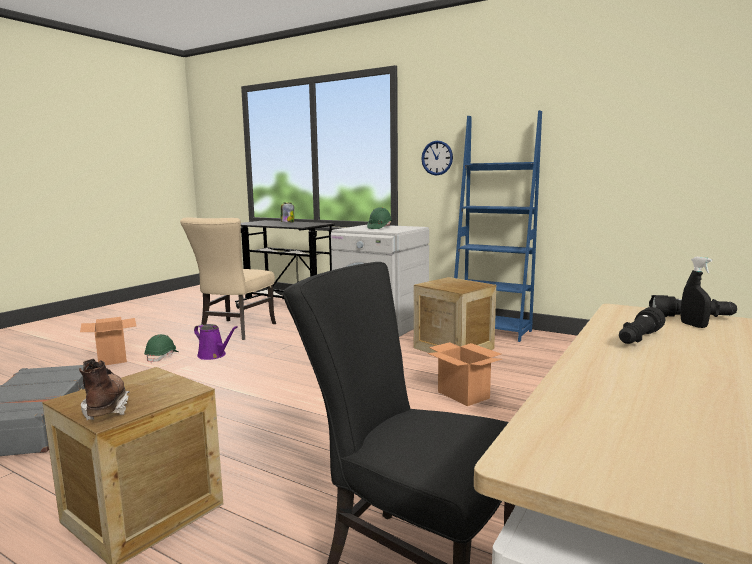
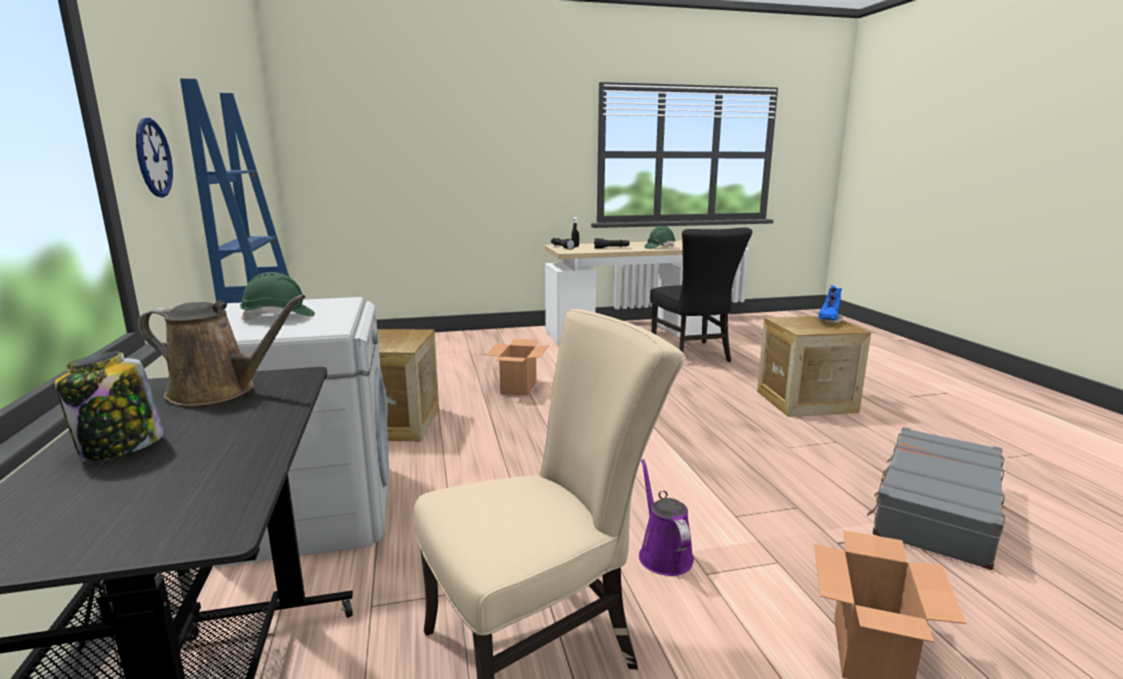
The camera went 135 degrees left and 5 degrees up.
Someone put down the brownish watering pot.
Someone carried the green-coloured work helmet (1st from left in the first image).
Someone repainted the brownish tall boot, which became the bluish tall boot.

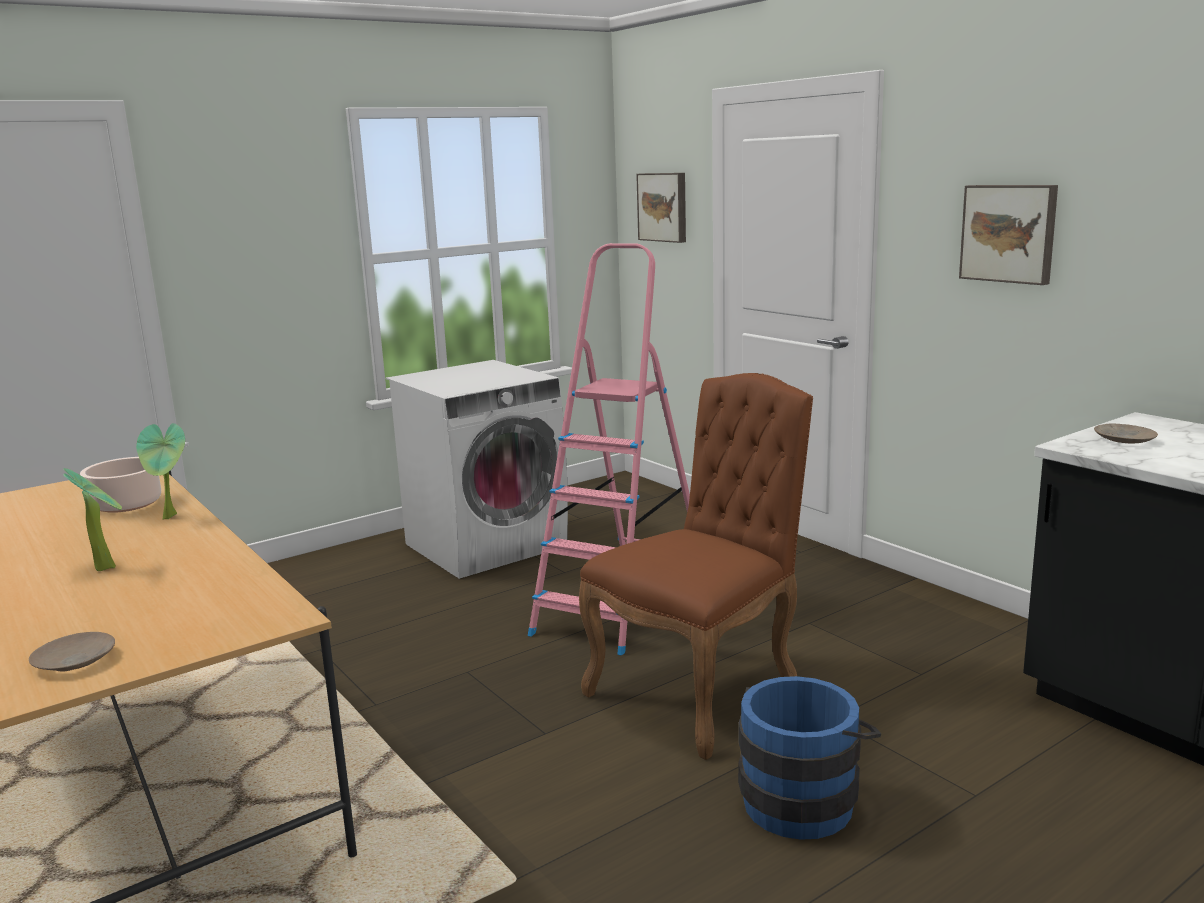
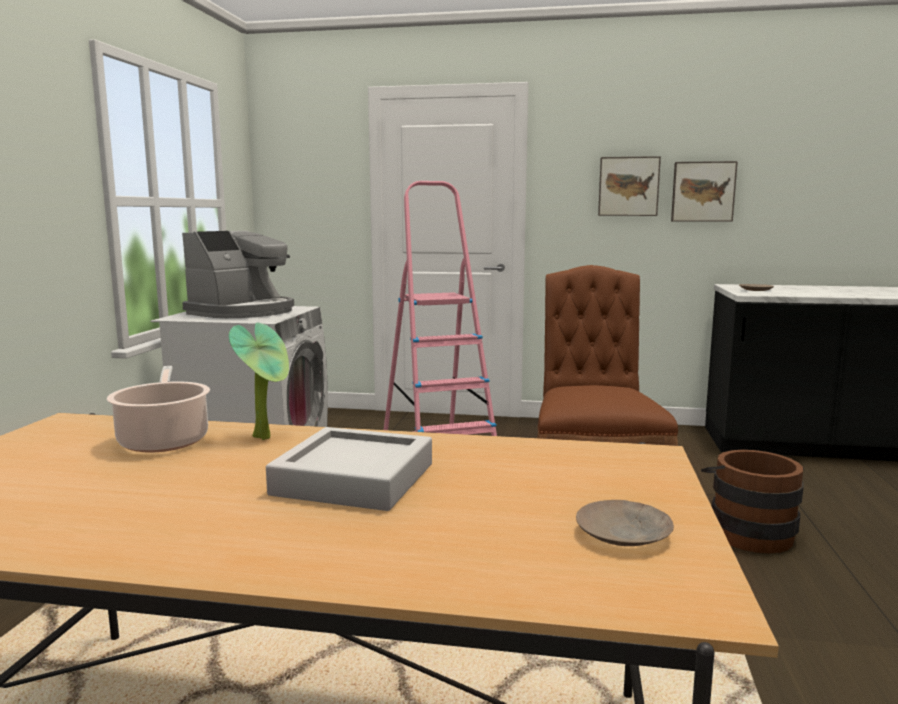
The camera went 45 degrees left and 5 degrees down.
Someone put down the coffee maker.
Someone swapped the potted plant (1st from left) for the gray carrying tray.
Someone carried the picture (1st from left in the first image).
Someone repainted the bluish pail, which became the brownish pail.

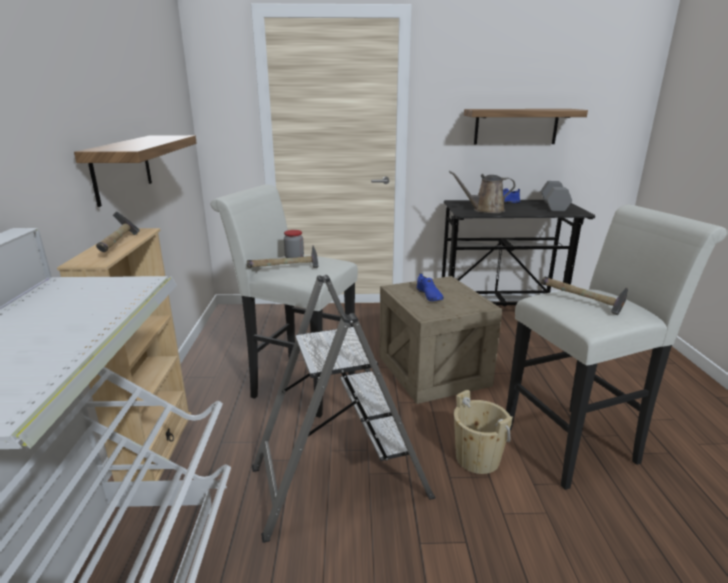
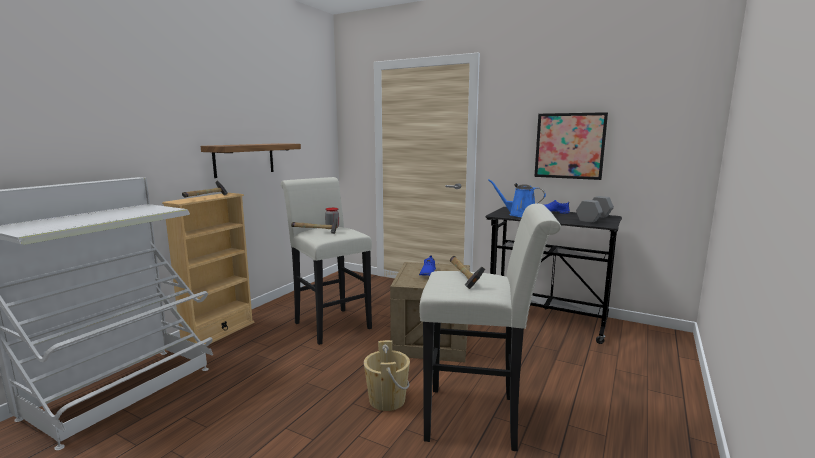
The camera went 30 degrees right and 10 degrees down.
Someone repainted the brownish watering pot, which became the bluish watering pot.
Someone swapped the shelf (2nd from left) for the picture.
Someone took away the gray stepladder.

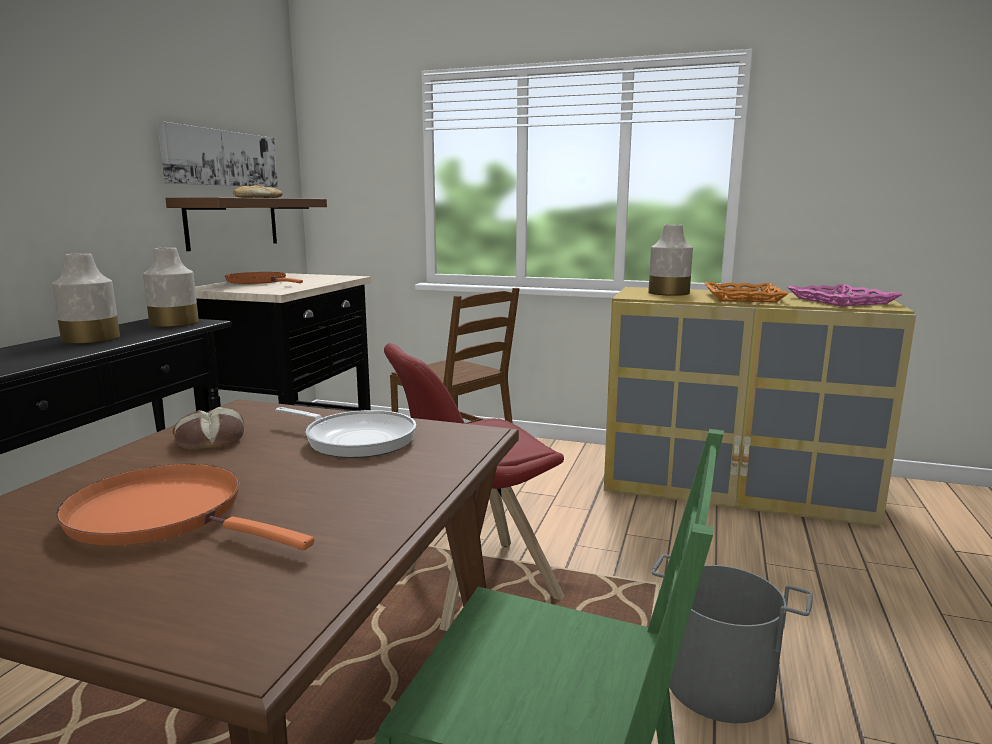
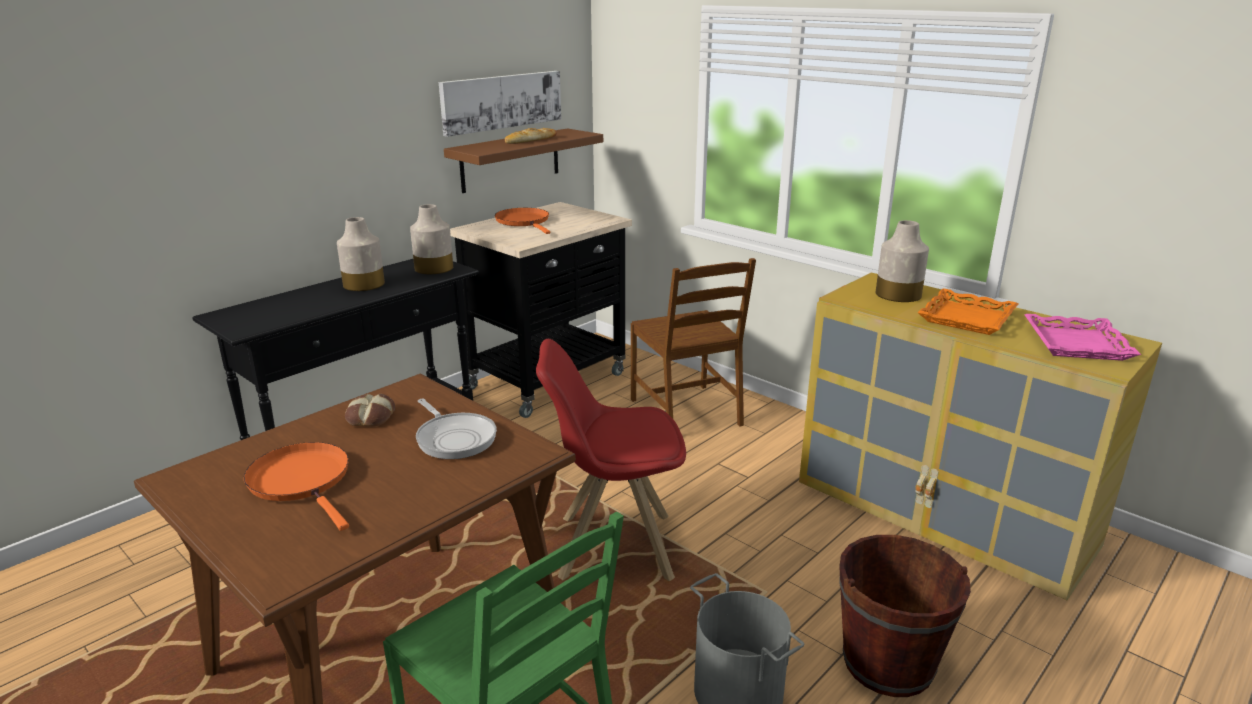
The camera went 25 degrees right and 10 degrees up.
Someone put down the brownish pail.

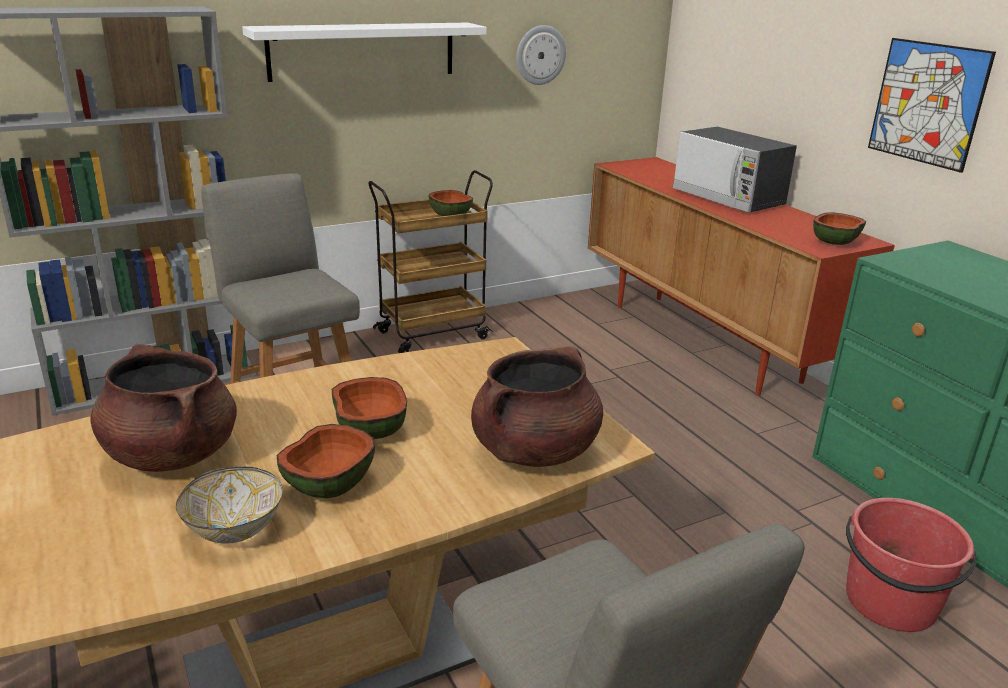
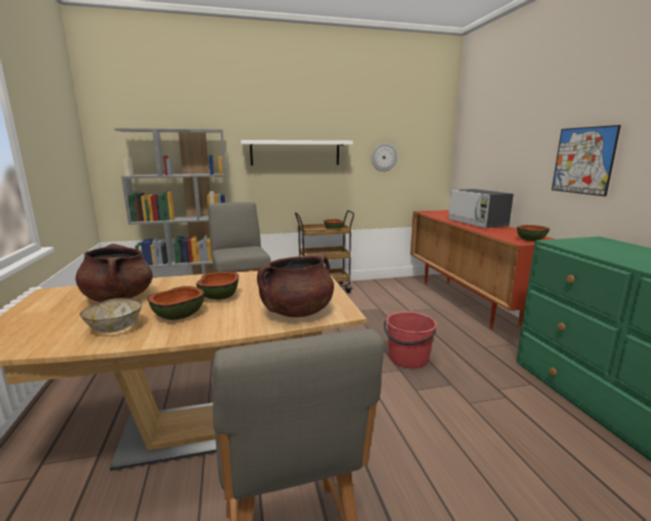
The camera went 15 degrees right and 10 degrees down.
Someone carried the red pail.

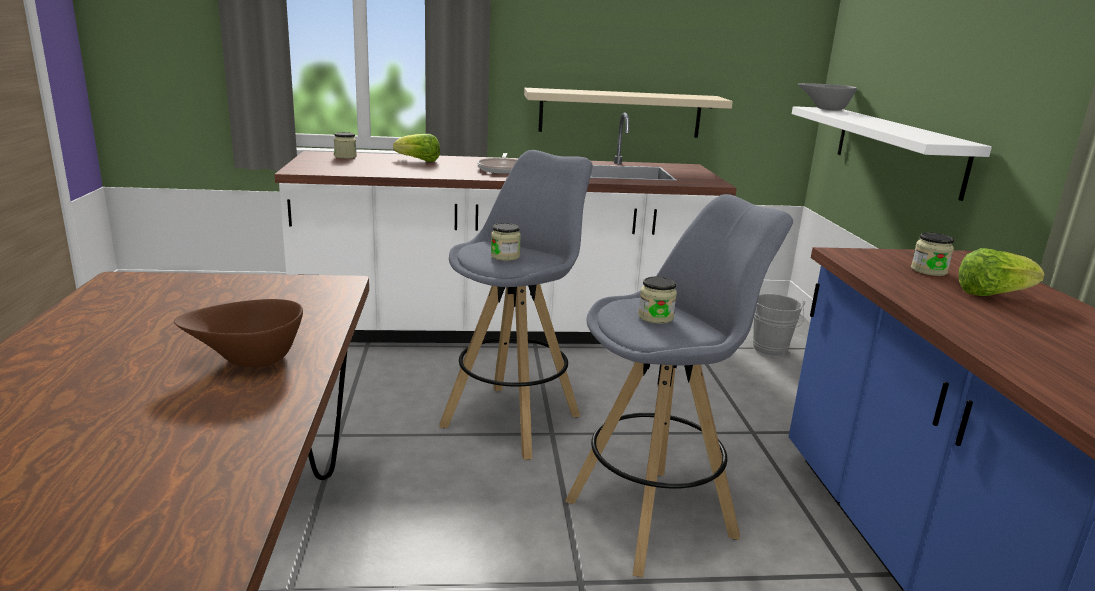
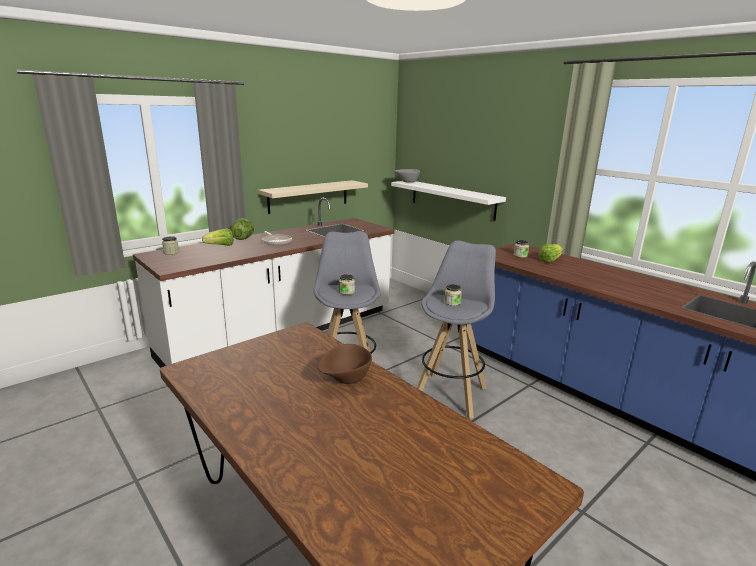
The camera went 35 degrees left and 0 degrees up.
Someone put down the head of lettuce (2nd from left).
Someone took away the gray pail.

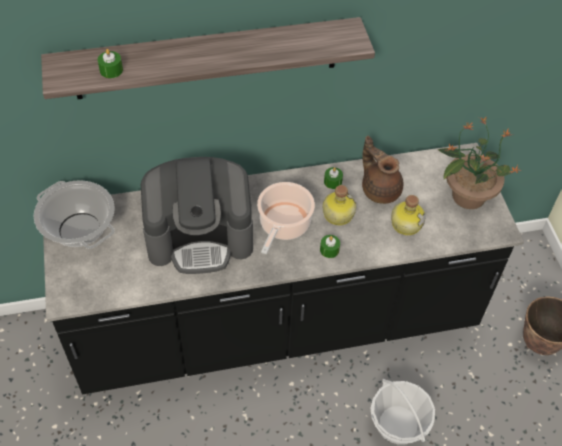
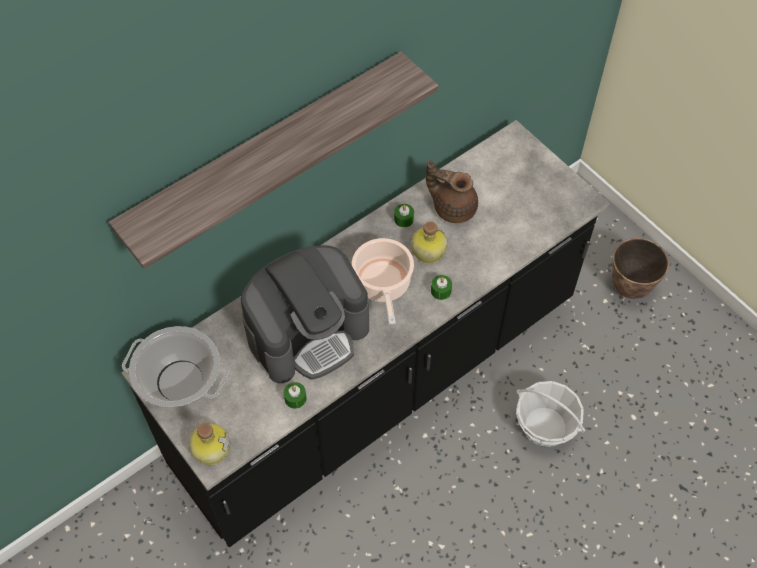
The camera went 25 degrees left and 5 degrees up.
Someone carried the drink bottle (2nd from left in the first image).
Someone carried the green-coloured wax light (1st from left).
Someone took away the potted plant.

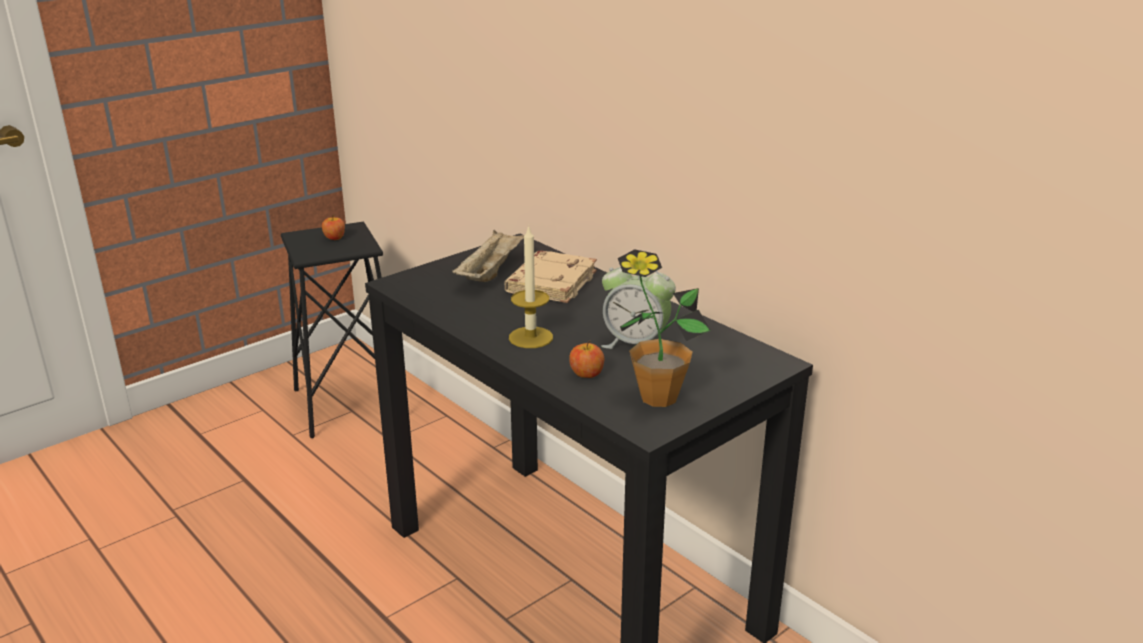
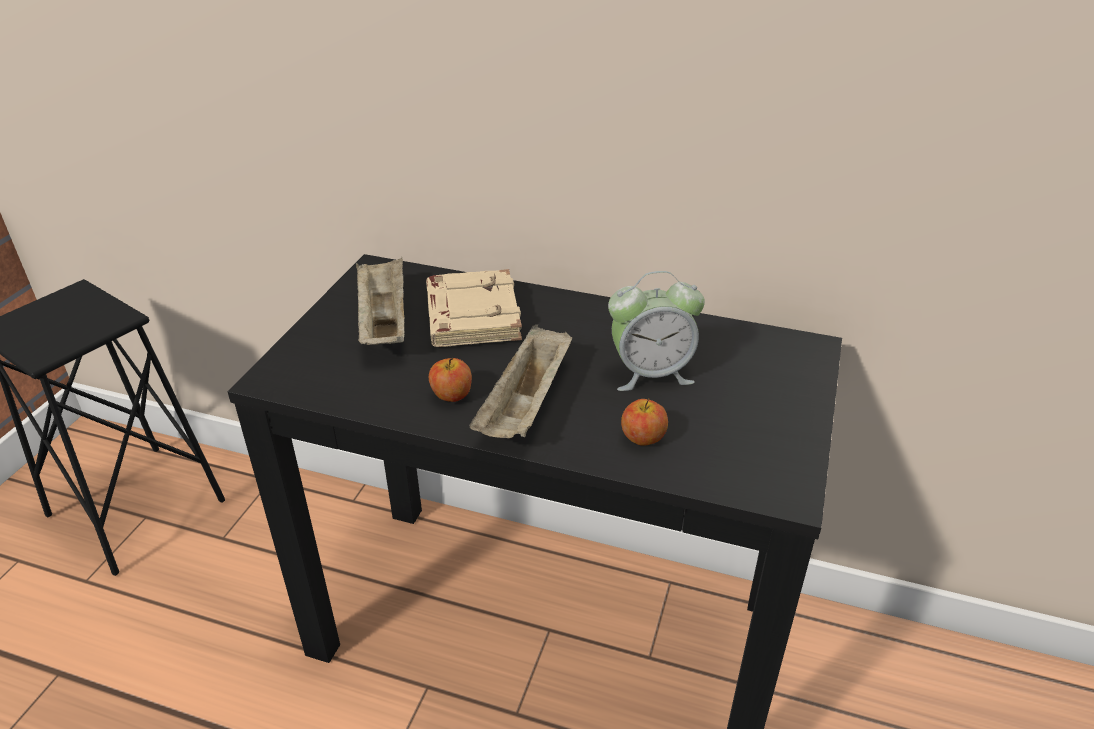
The camera went 30 degrees left and 10 degrees up.
Someone carried the whole apple (1st from left).
Someone swapped the wax light for the beige-coloured carrying tray (2nd from left).
Someone took away the potted plant.

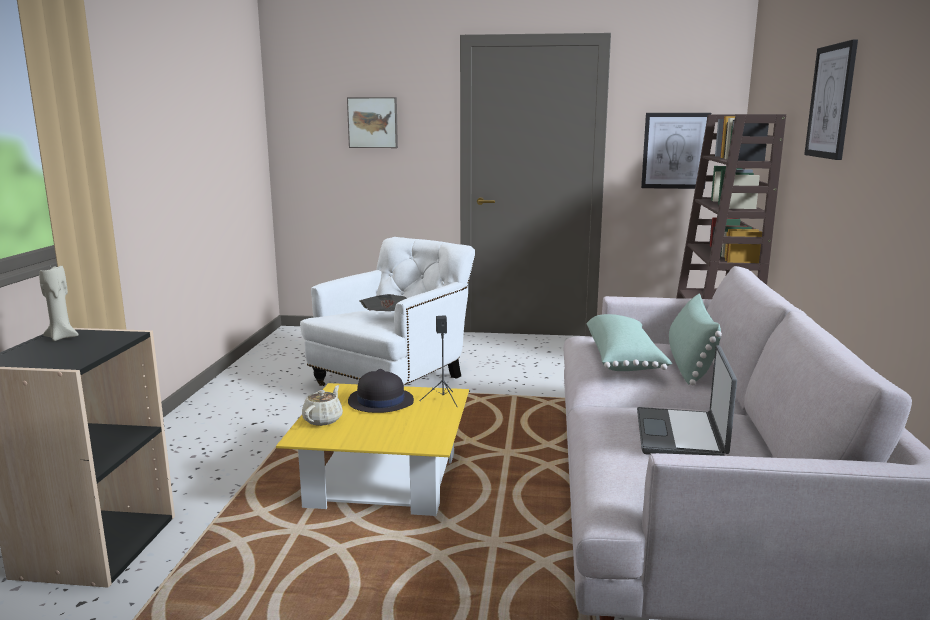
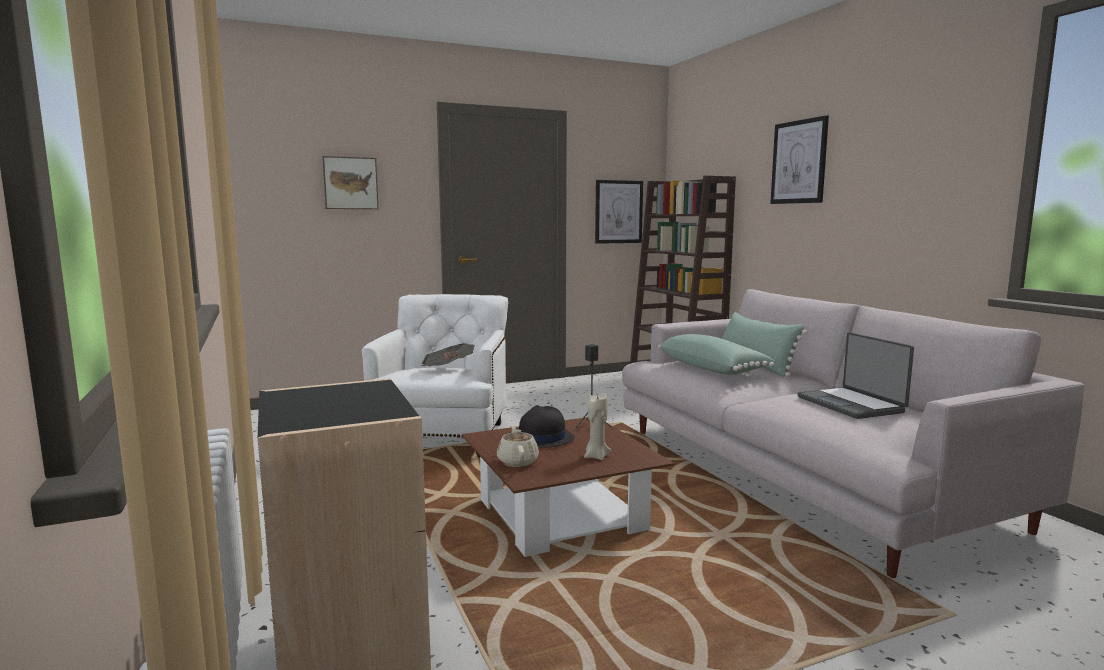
The camera went 30 degrees left and 5 degrees down.
Someone repainted the yellowish coffee table, which became the brownish coffee table.
Someone carried the beige-coloured wax light.

